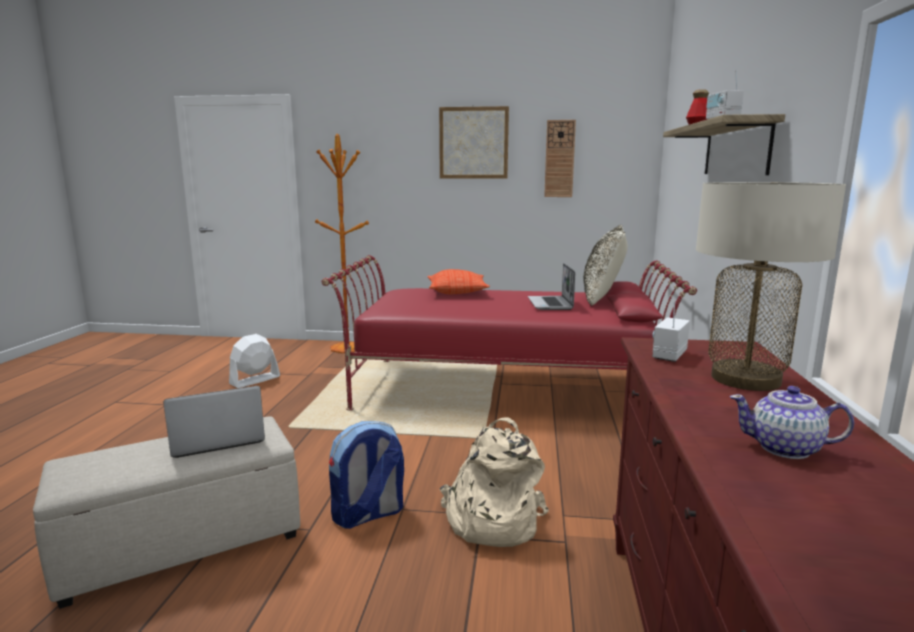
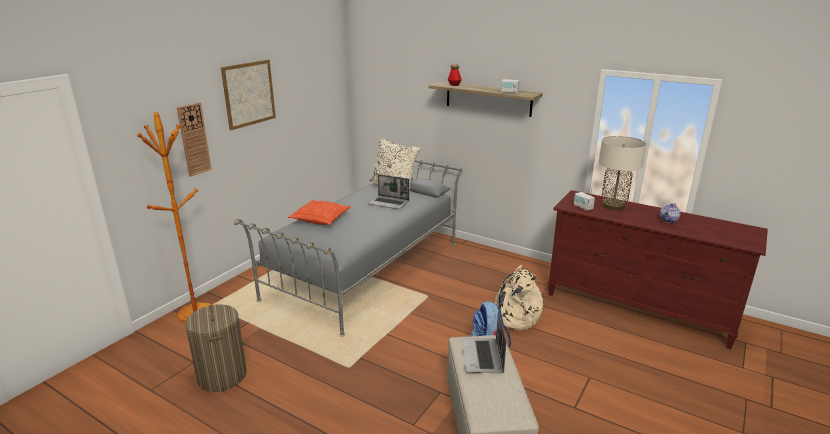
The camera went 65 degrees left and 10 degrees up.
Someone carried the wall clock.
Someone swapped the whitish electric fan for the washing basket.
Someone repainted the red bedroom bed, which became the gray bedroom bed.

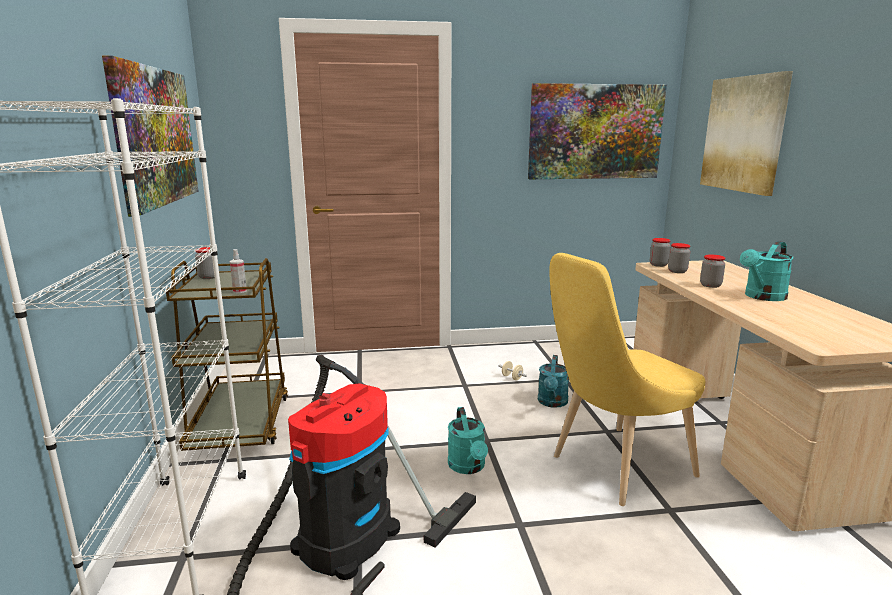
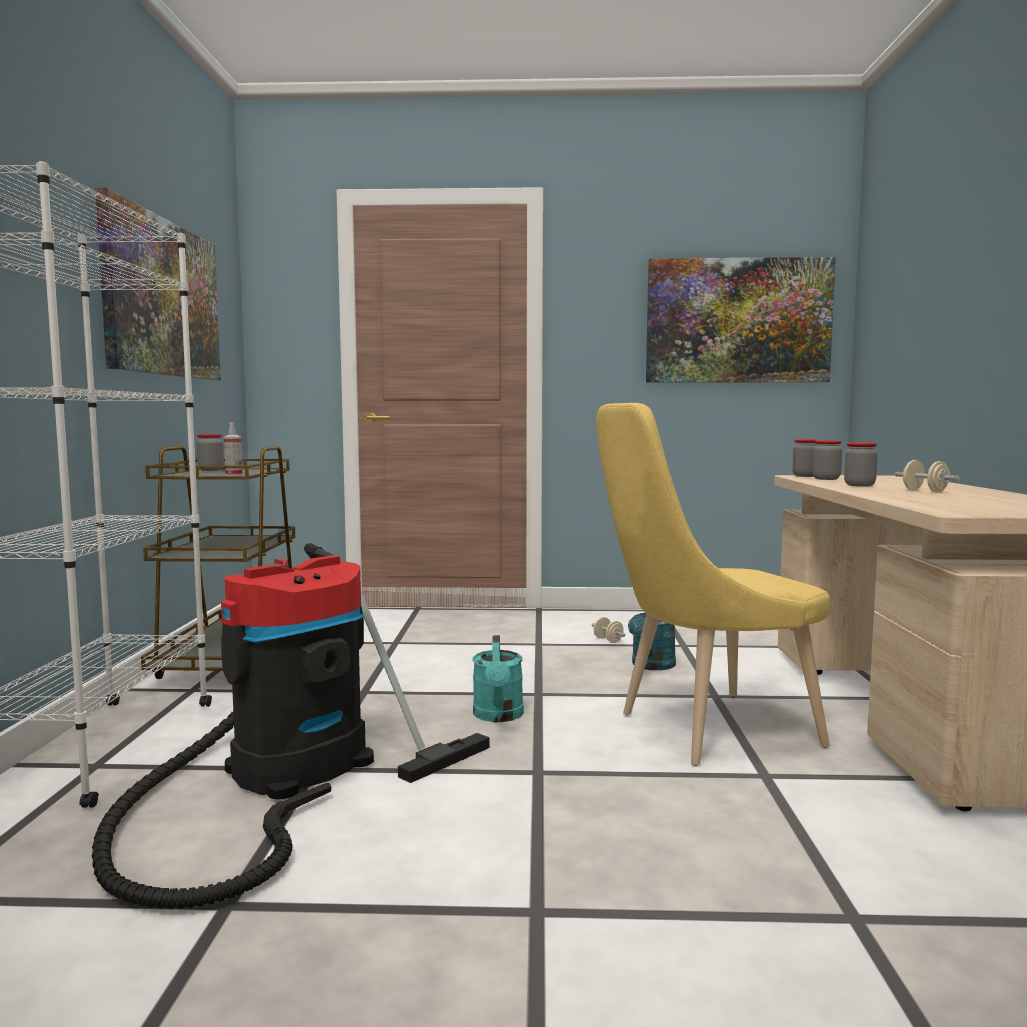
The camera went 10 degrees right and 10 degrees down.
Someone swapped the turquoise watering pot (3rd from left) for the beige-coloured hand weight (2nd from left).
Someone took away the picture (3rd from left).

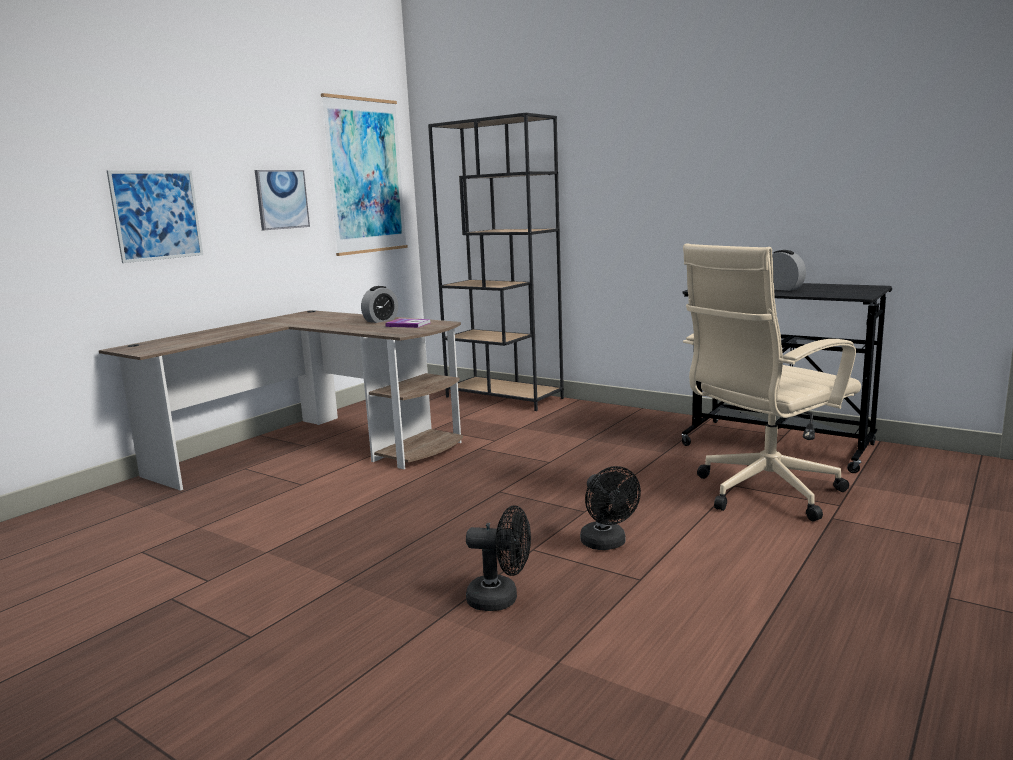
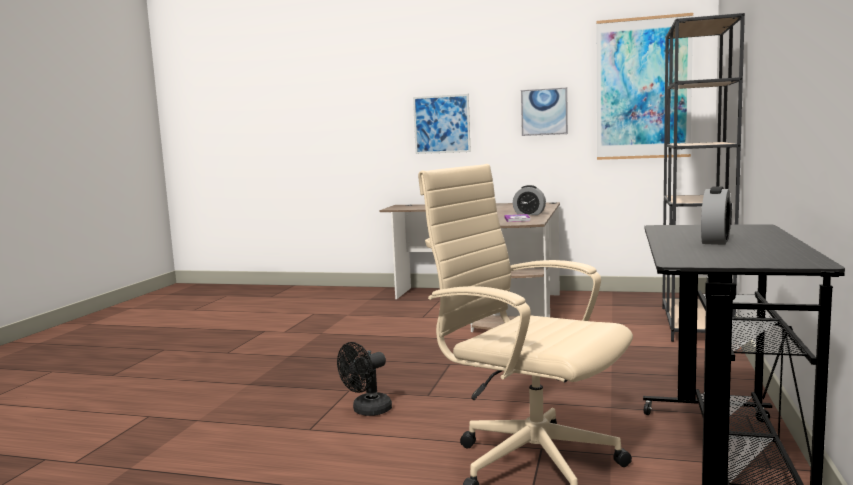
The camera went 70 degrees right and 5 degrees down.
Someone took away the black-coloured electric fan (1st from left).

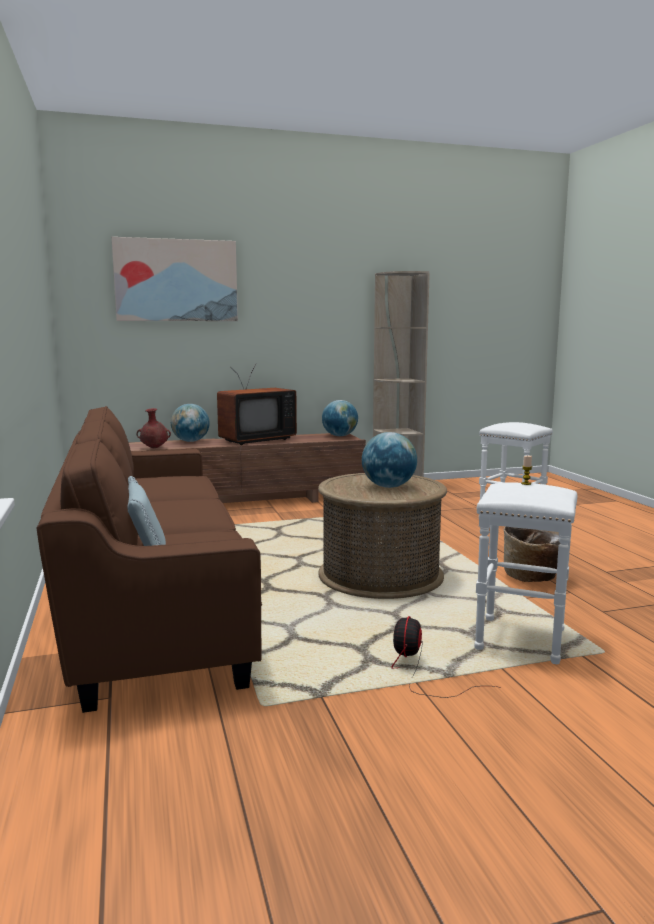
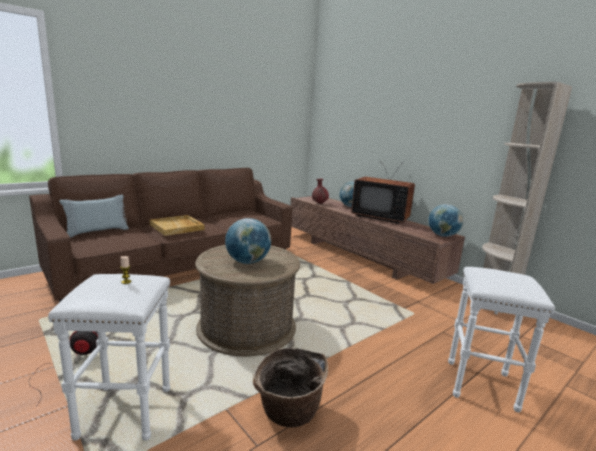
The camera went 65 degrees right and 5 degrees up.
Someone put down the beige-coloured carrying tray.
Someone took away the picture.

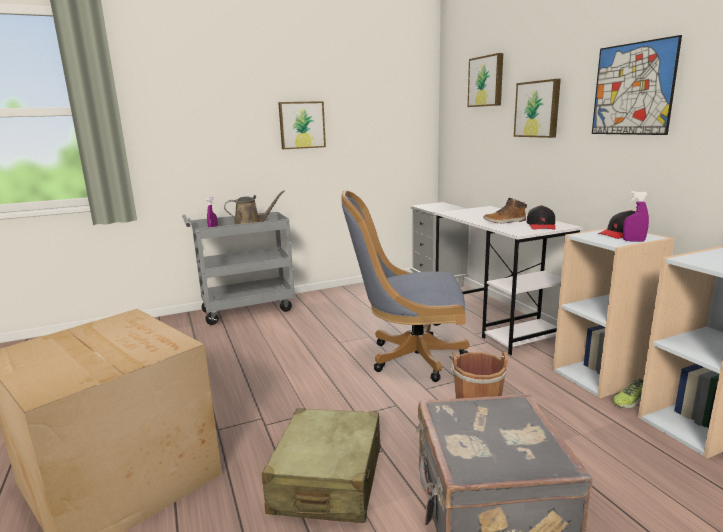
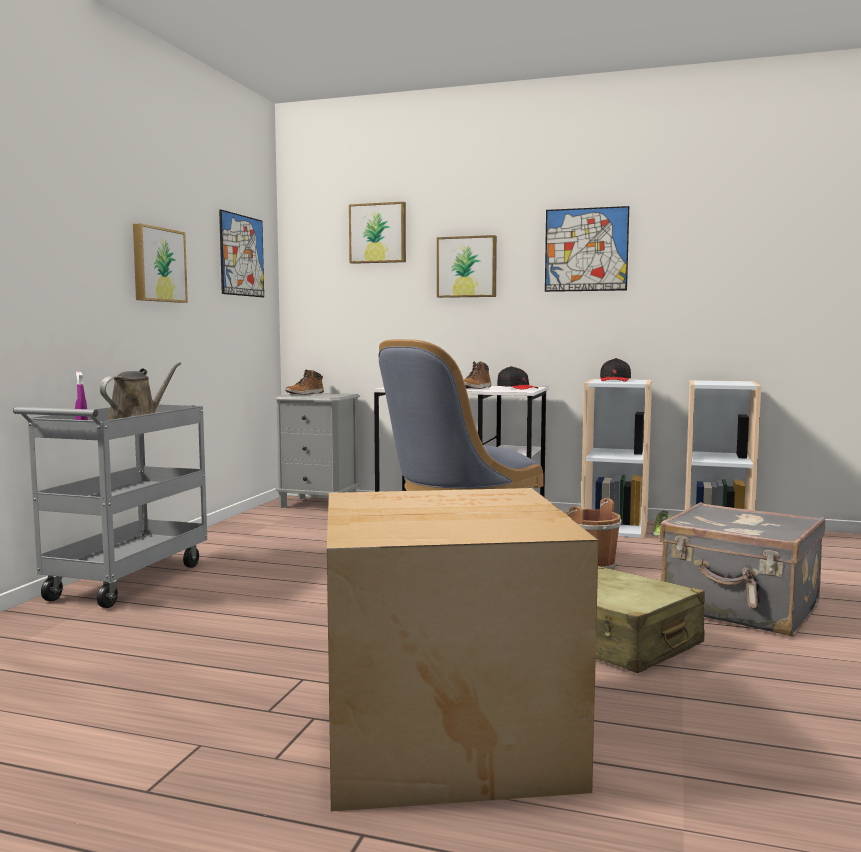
The camera went 50 degrees left and 10 degrees down.
Someone put up the picture (2nd from left).
Someone put down the tall boot (1st from left).
Someone took away the purplish sprayer (2nd from left).

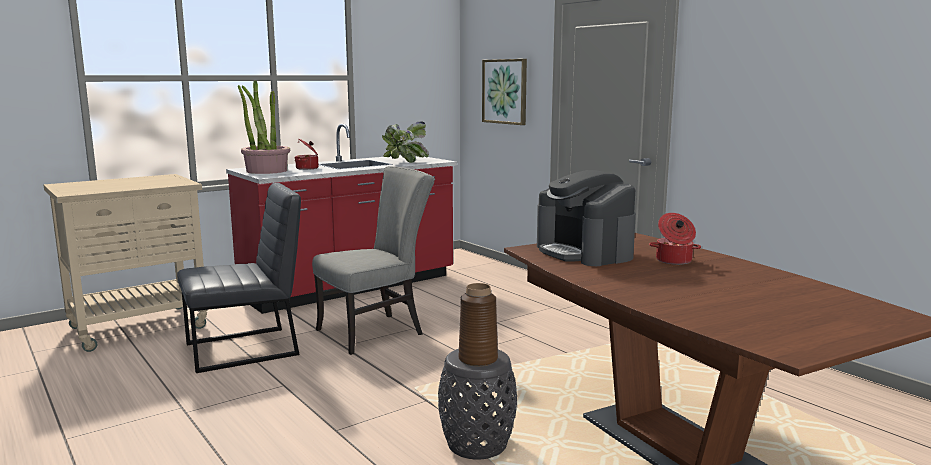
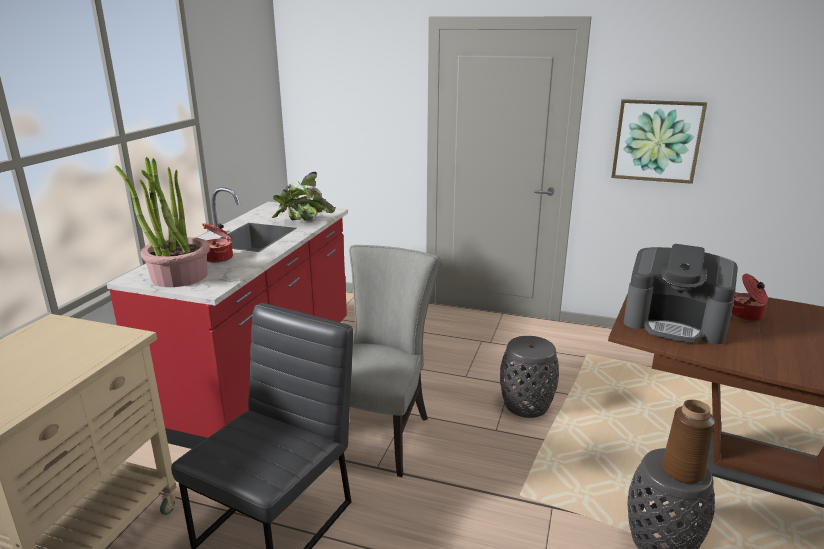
The camera went 35 degrees left and 10 degrees up.
Someone put down the gray stool seat (1st from left).
Someone carried the picture.

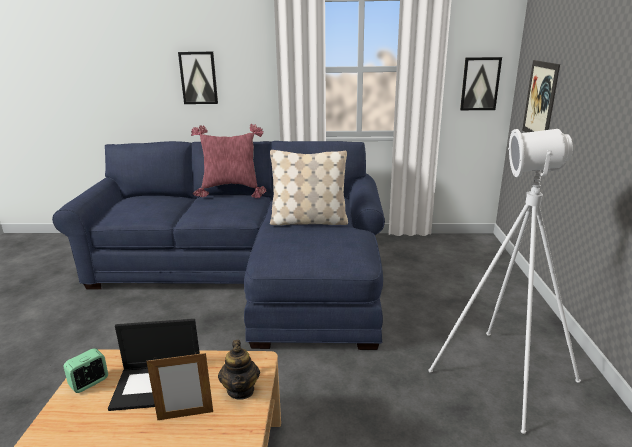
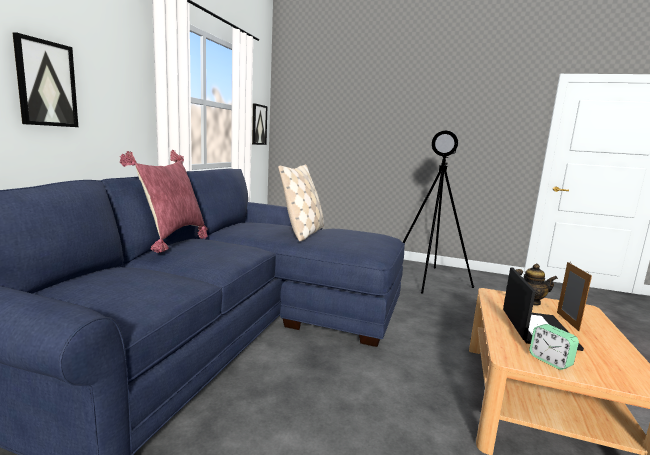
The camera went 75 degrees left and 10 degrees down.
Someone repainted the whitish standing lamp, which became the black-coloured standing lamp.
Someone took away the picture (3rd from left).

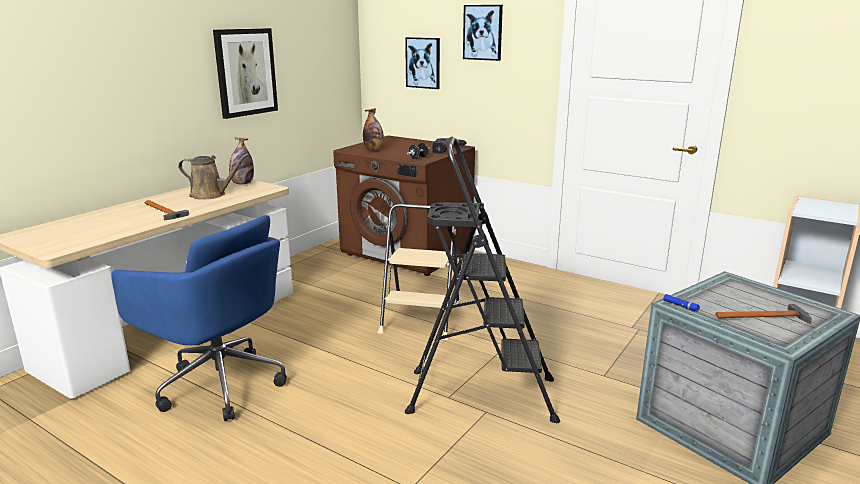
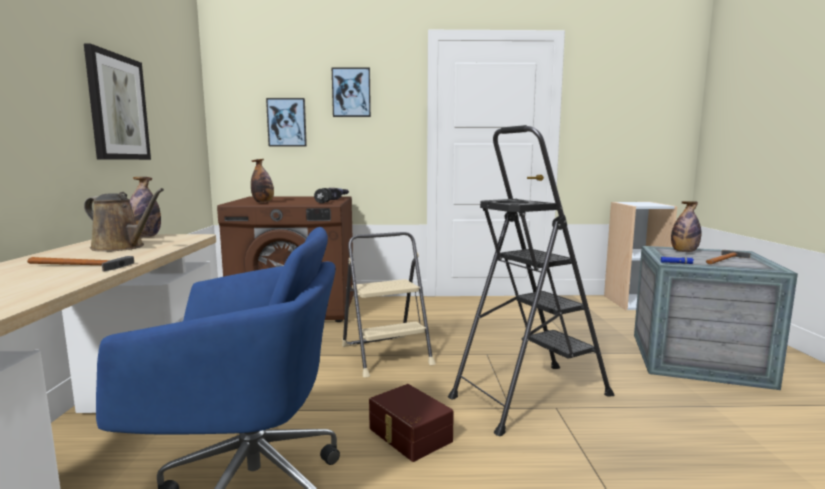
The camera went 35 degrees left and 10 degrees down.
Someone rotated the brownish watering pot by 45 degrees clockwise.
Someone put down the brownish storage container.
Someone put down the drink bottle (3rd from left).

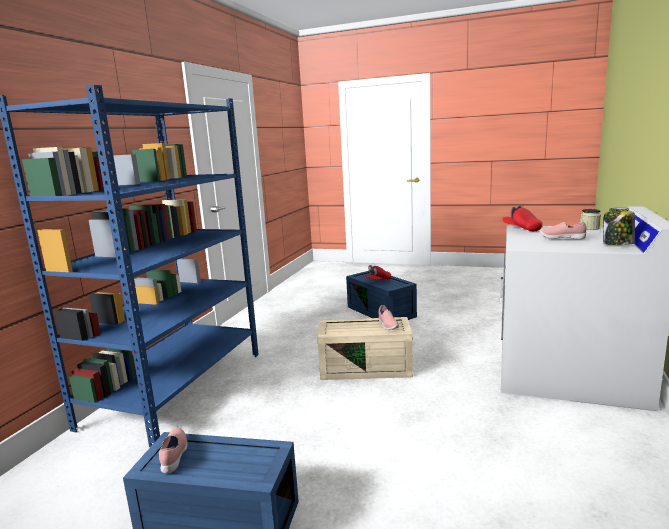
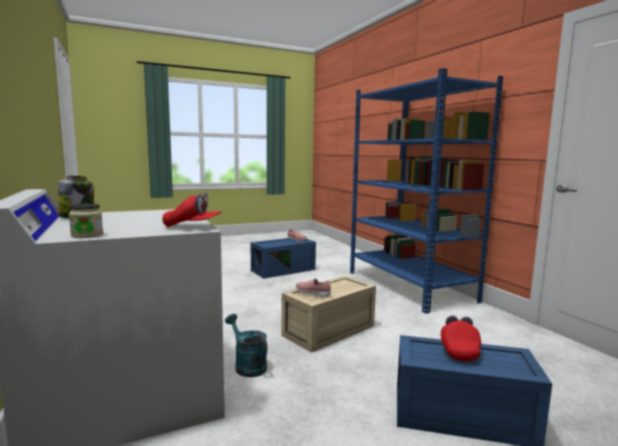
The camera went 135 degrees right and 5 degrees down.
Someone put down the turquoise watering pot.
Someone took away the pink item of footwear (3rd from left).

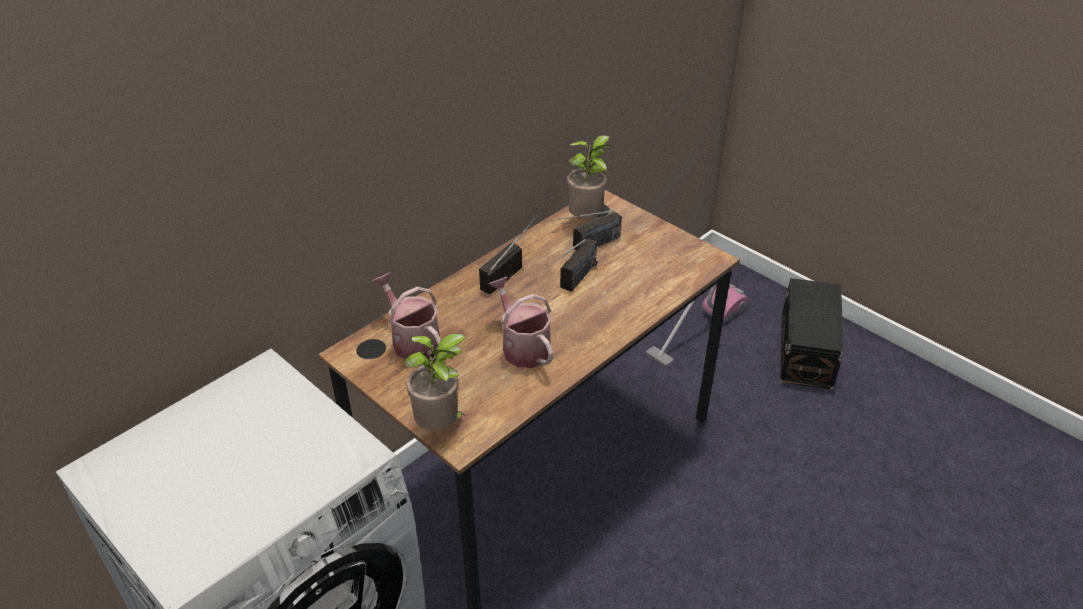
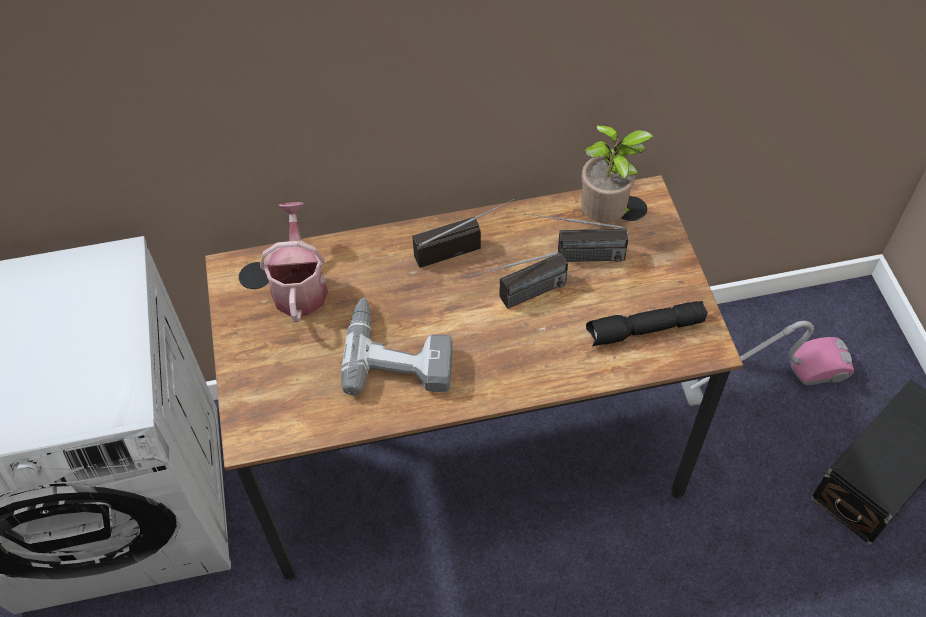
The camera went 35 degrees right and 15 degrees up.
Someone swapped the watering pot (2nd from left) for the drill.
Someone put down the black-coloured hand torch.
Someone took away the potted plant (1st from left).

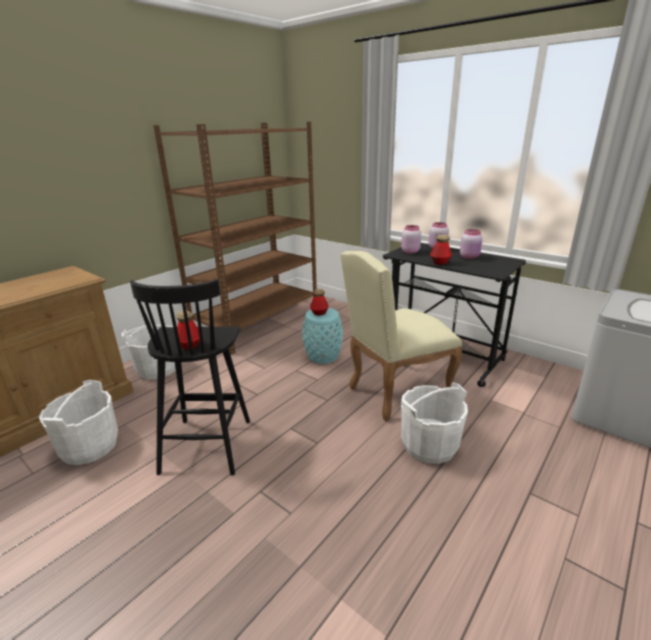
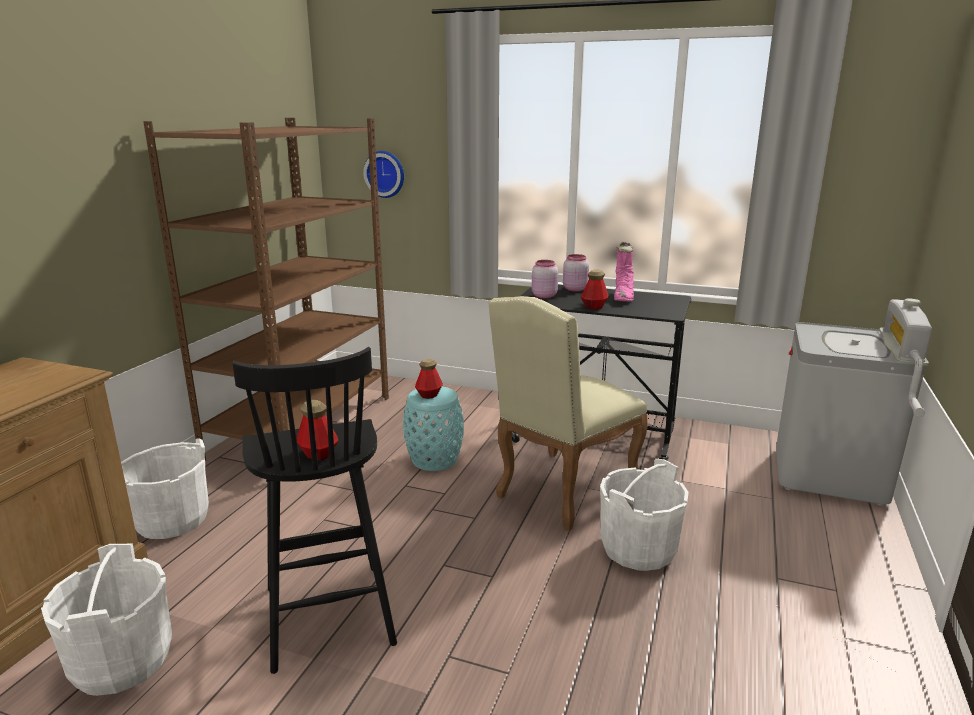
The camera went 20 degrees left and 5 degrees down.
Someone put up the wall clock.
Someone swapped the pink preserve jar (3rd from left) for the pink tall boot.

